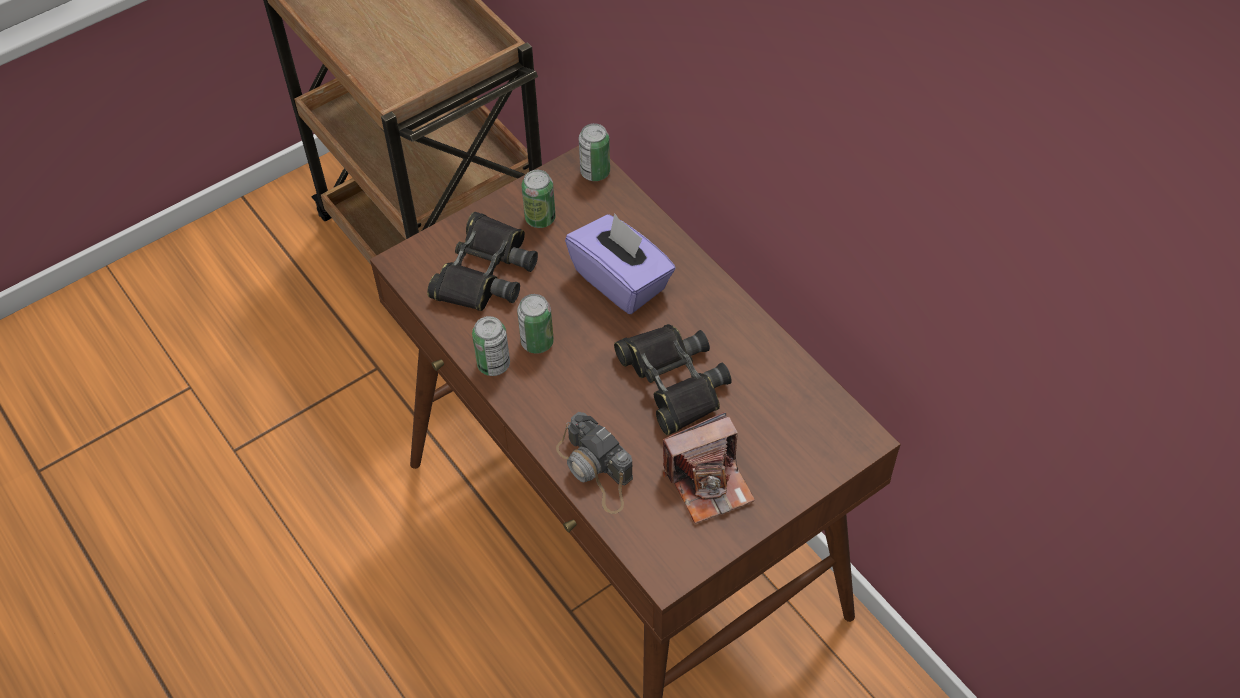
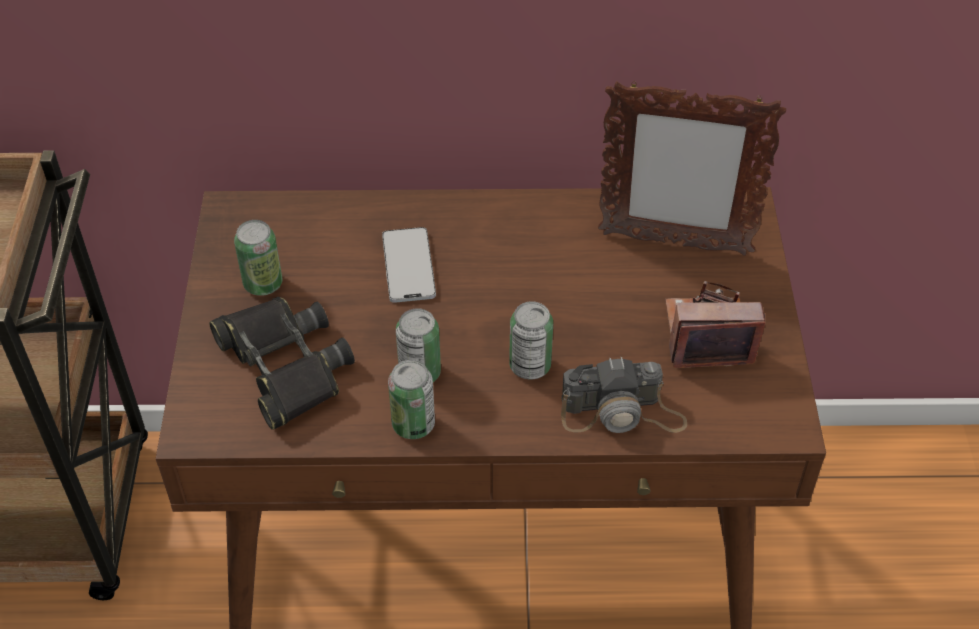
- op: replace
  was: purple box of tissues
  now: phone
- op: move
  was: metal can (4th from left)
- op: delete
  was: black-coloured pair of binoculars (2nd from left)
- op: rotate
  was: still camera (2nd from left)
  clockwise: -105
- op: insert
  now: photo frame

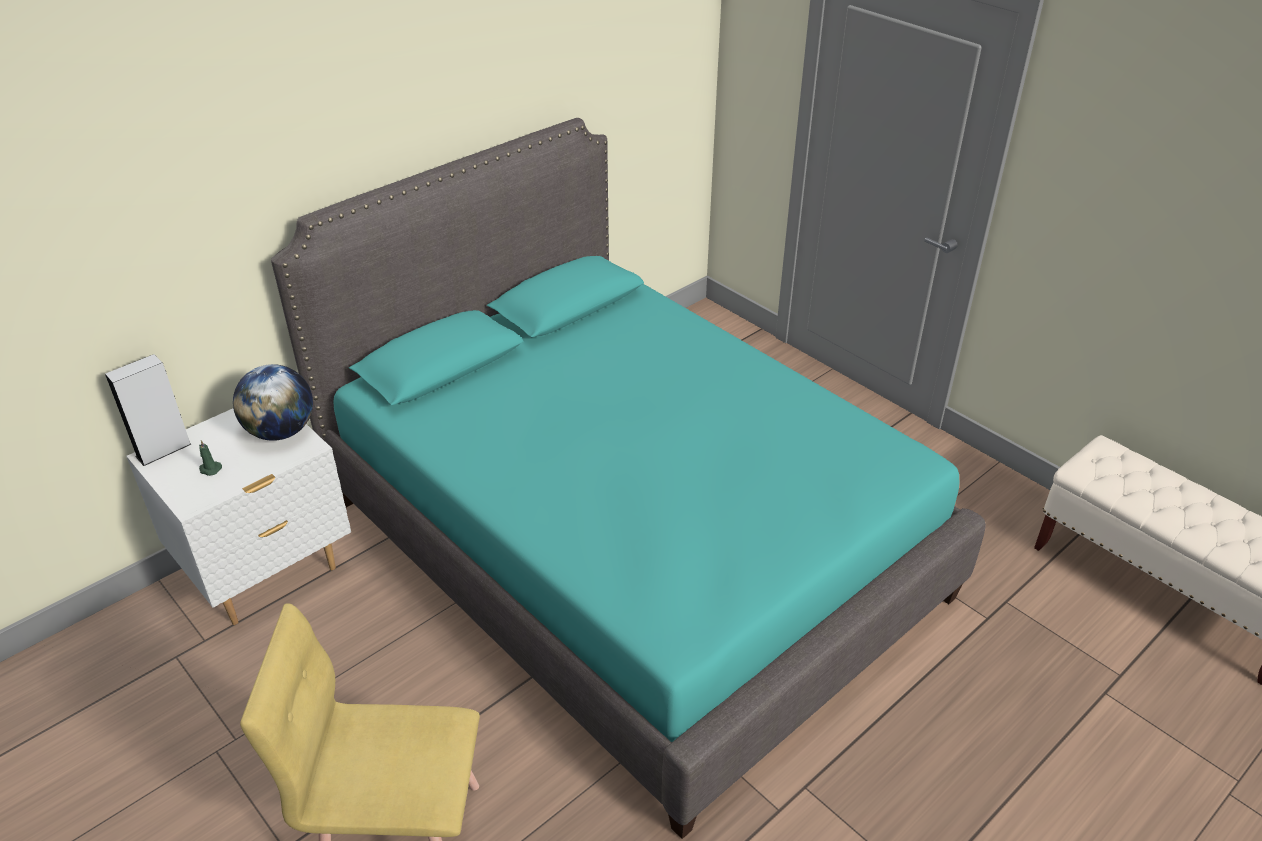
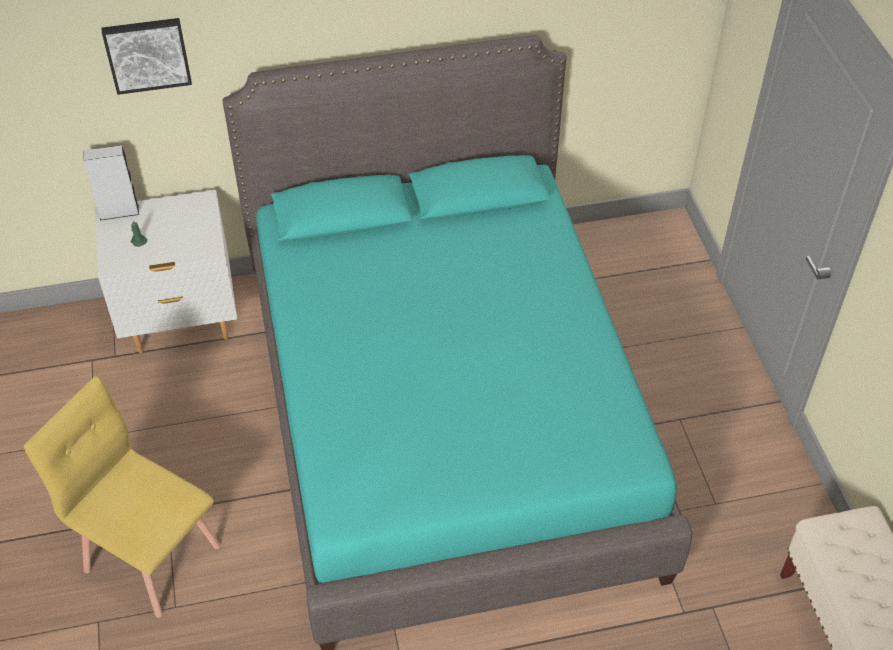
- op: delete
  was: world globe
- op: insert
  now: picture

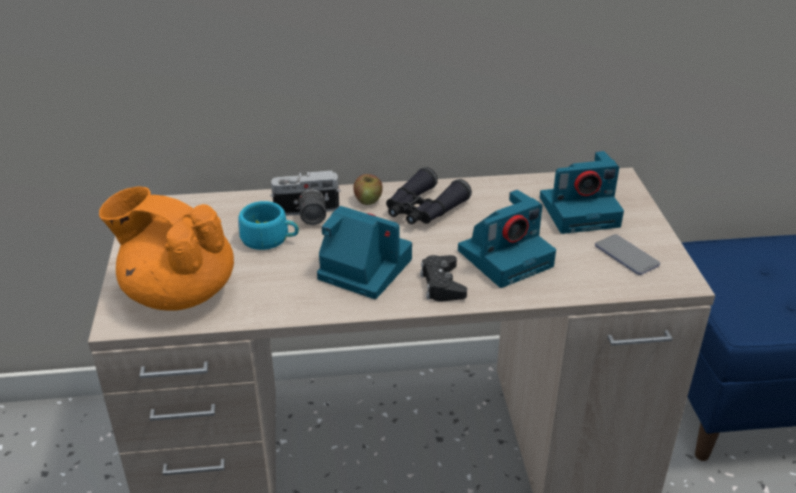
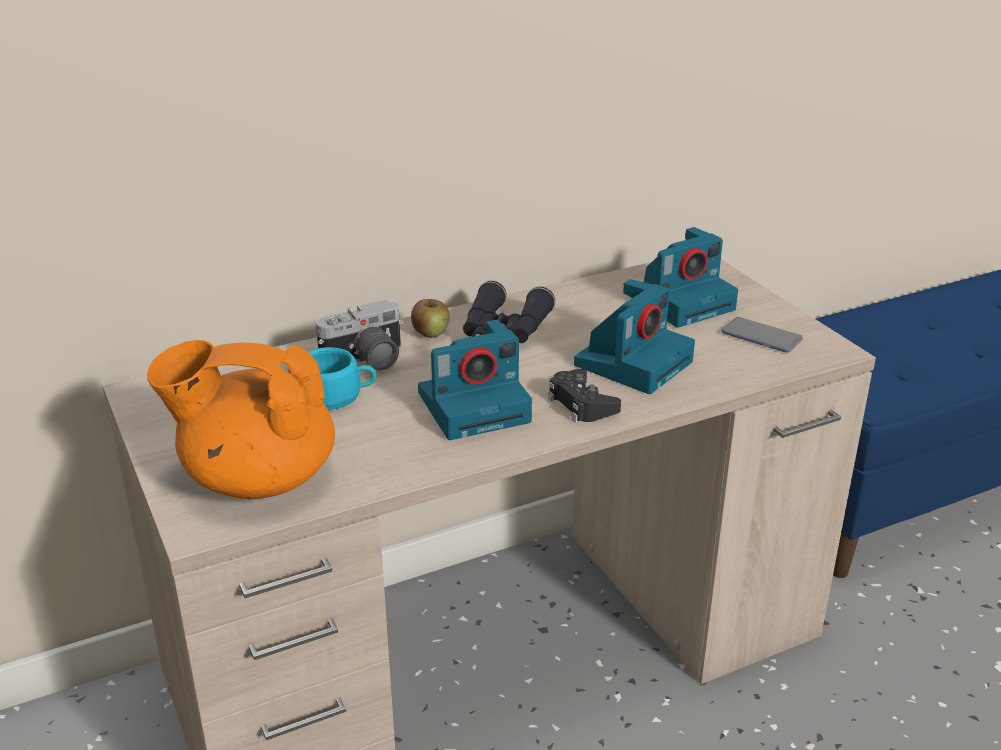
- op: rotate
  was: still camera (2nd from left)
  clockwise: 150

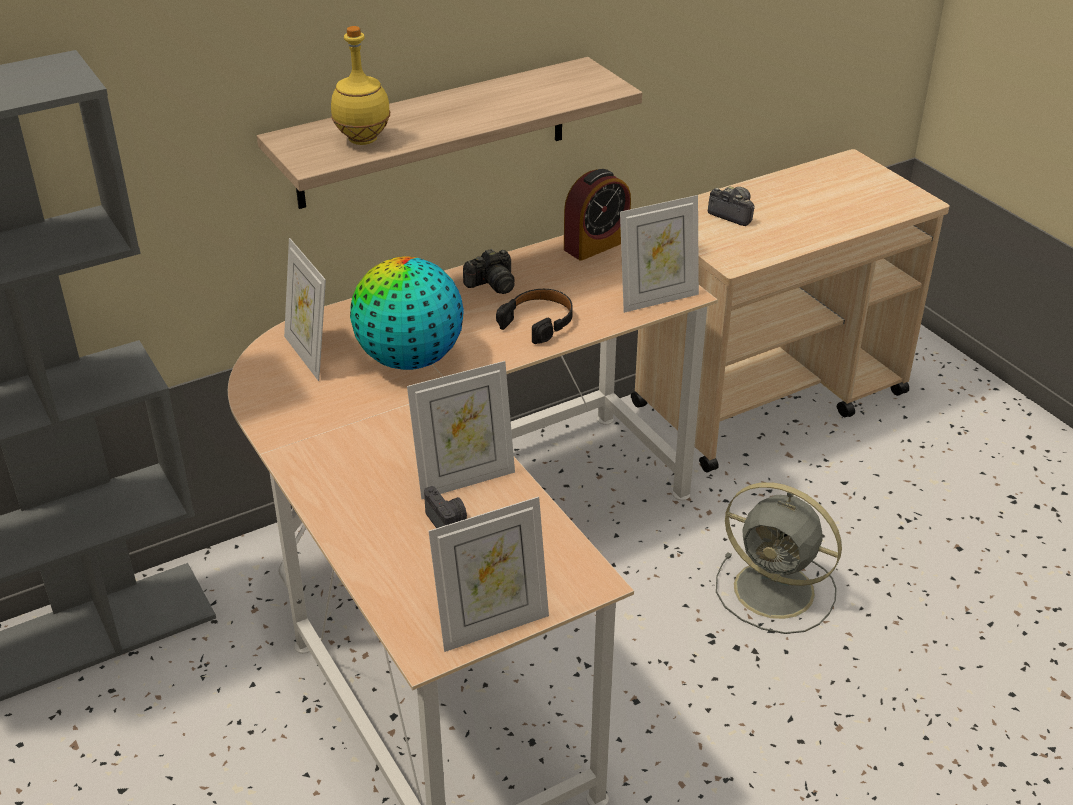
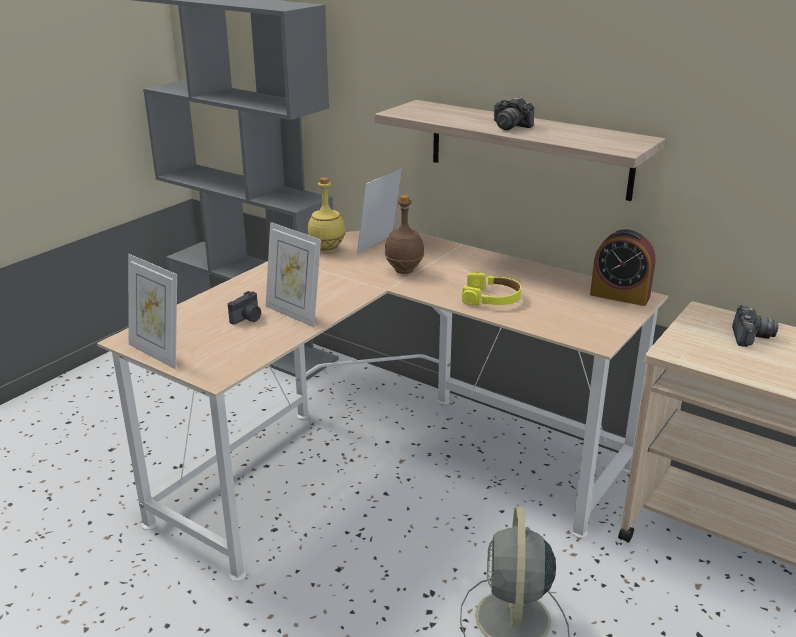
- op: move
  was: yellowish beverage bottle
- op: replace
  was: world globe
  now: brown-coloured beverage bottle
- op: move
  was: still camera (2nd from left)
- op: recolor
  was: black-coloured pair of headphones
  now: yellowish pair of headphones
- op: delete
  was: photo frame (4th from left)

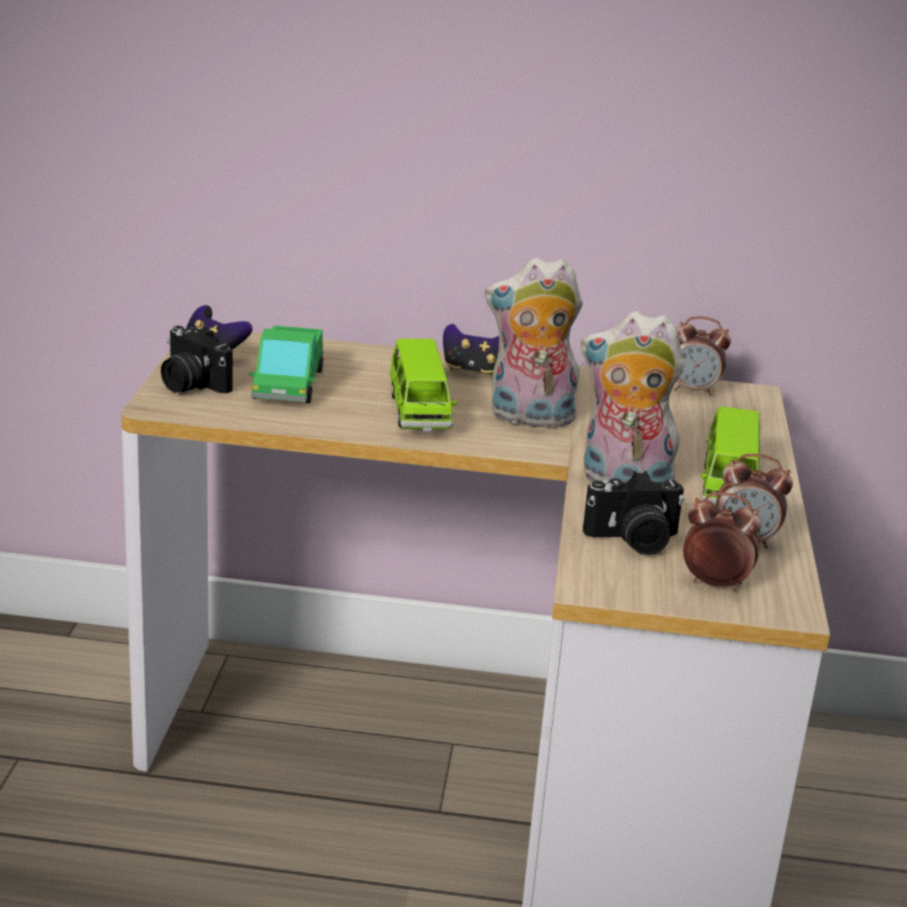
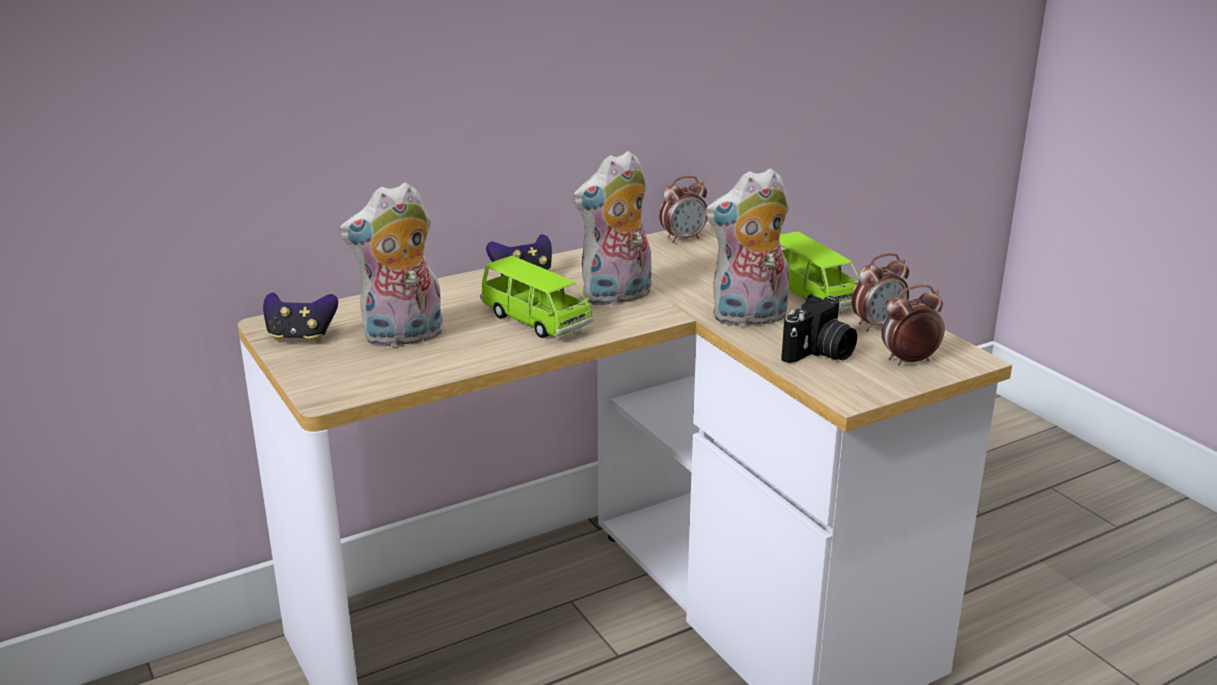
- op: delete
  was: still camera (1st from left)
- op: replace
  was: model truck
  now: plush toy (1st from left)

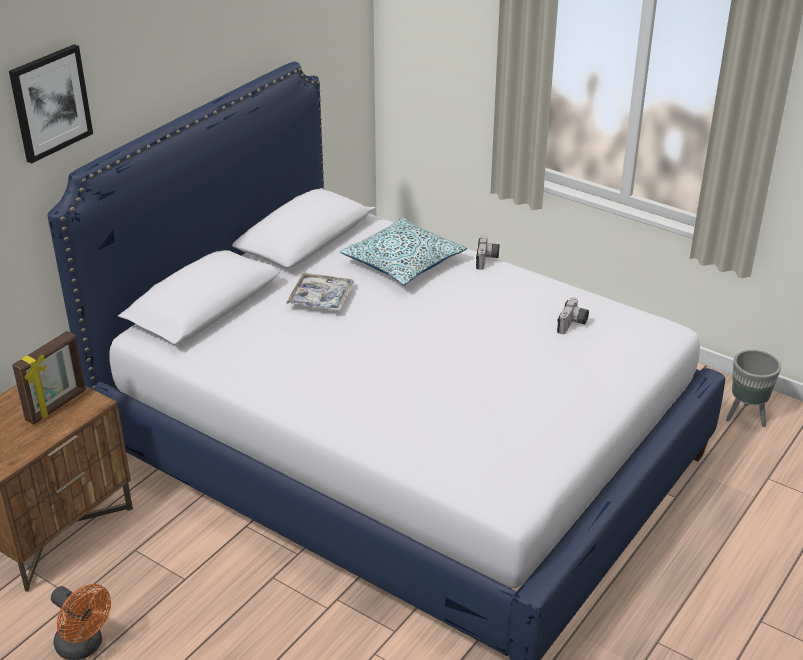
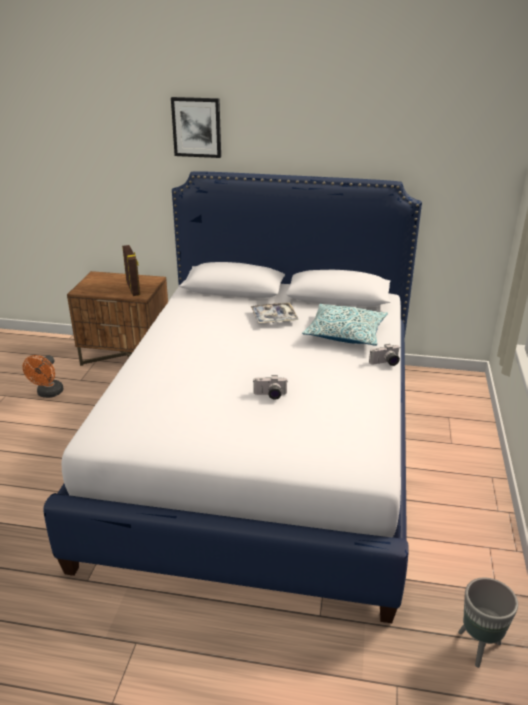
- op: rotate
  was: photo frame
  clockwise: -120
- op: move
  was: still camera (2nd from left in the first image)
  now: still camera (1st from left)

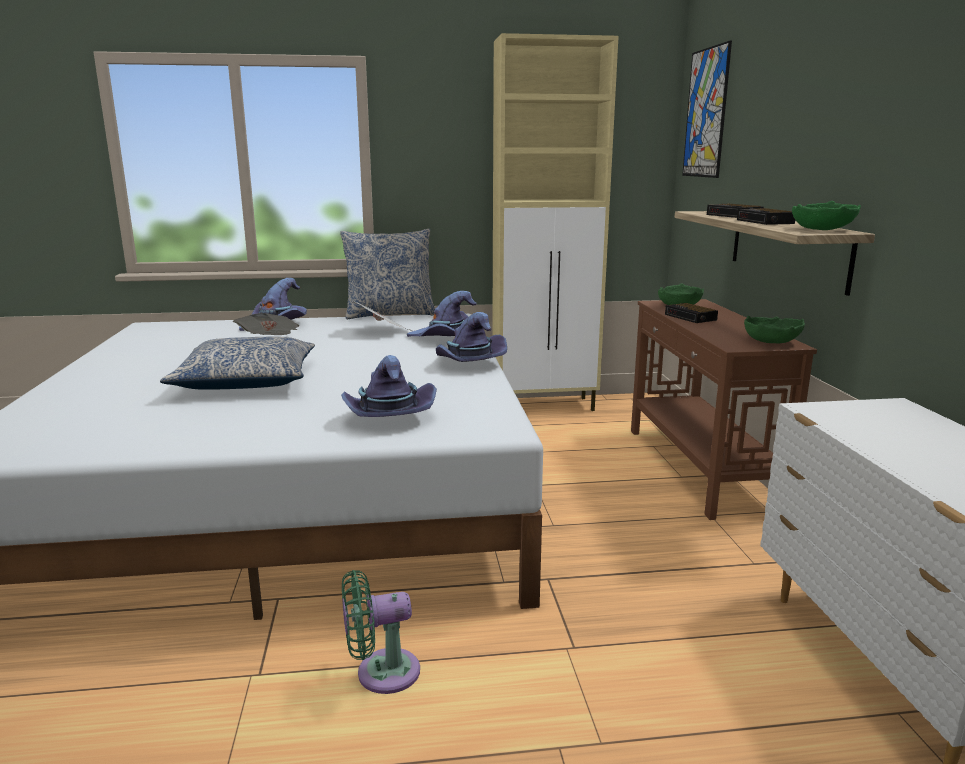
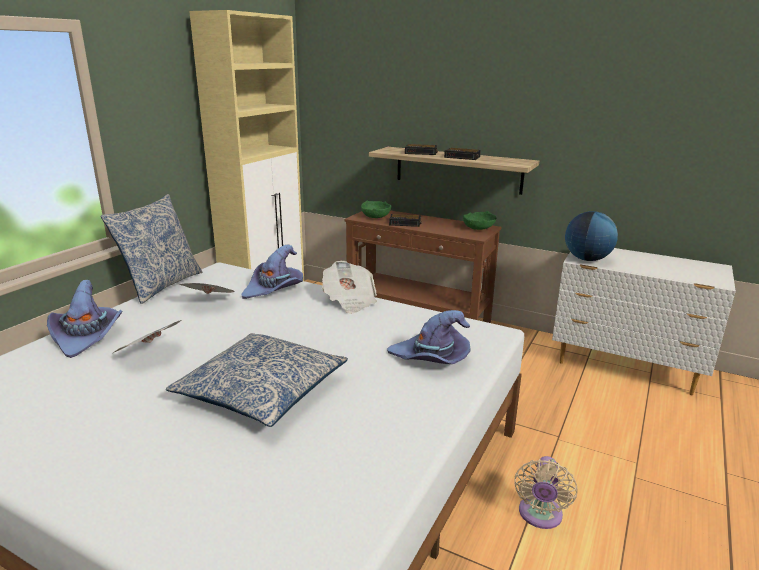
- op: recolor
  was: green fan
  now: beige fan
- op: replace
  was: purple clothing hat (4th from left)
  now: newspaper (3rd from left)
- op: delete
  was: picture
- op: delete
  was: green deep dish (3rd from left)
- op: insert
  now: world globe

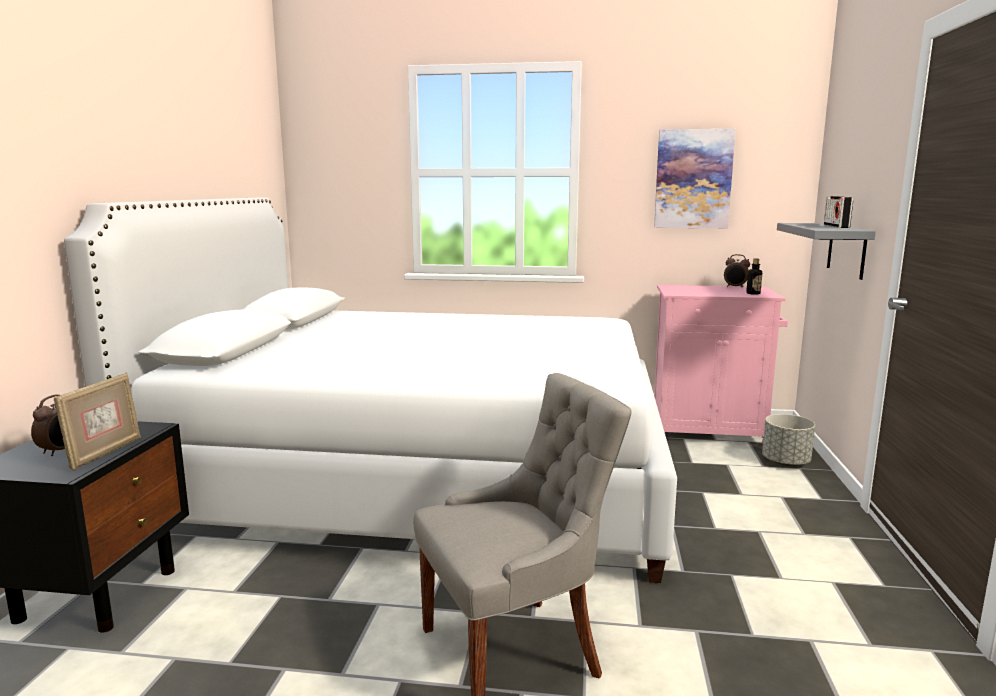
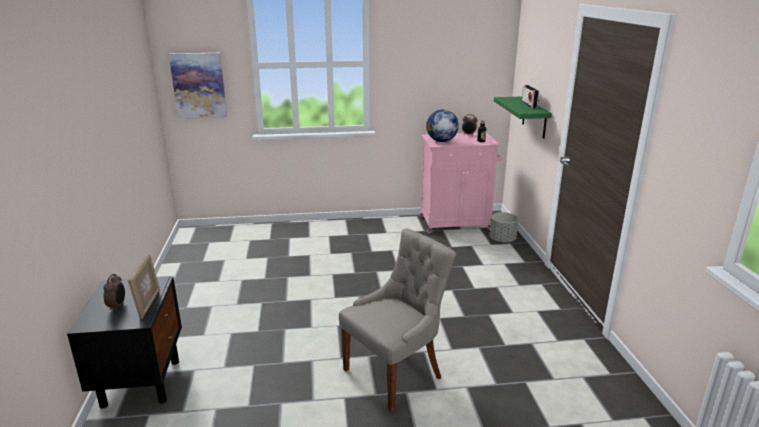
- op: delete
  was: whitish bedroom bed
- op: move
  was: picture
- op: recolor
  was: grey wall shelf
  now: green wall shelf
- op: insert
  now: world globe

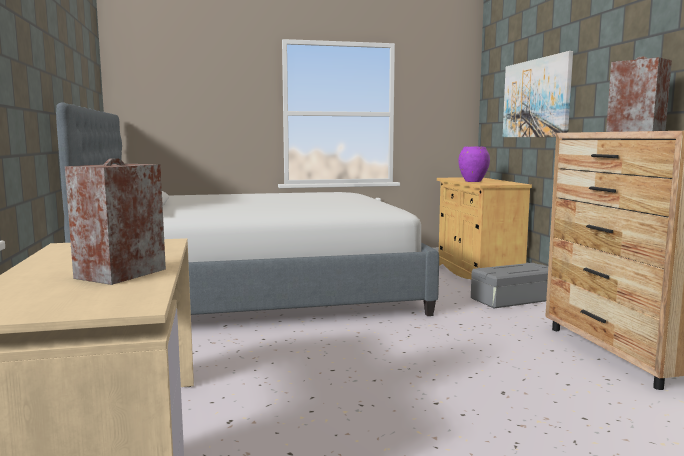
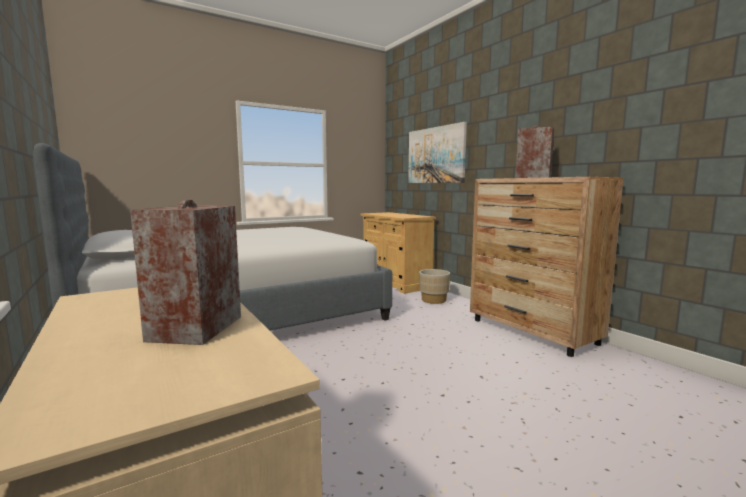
- op: delete
  was: purple decorative vase
- op: replace
  was: grey storage container
  now: beige plant pot

